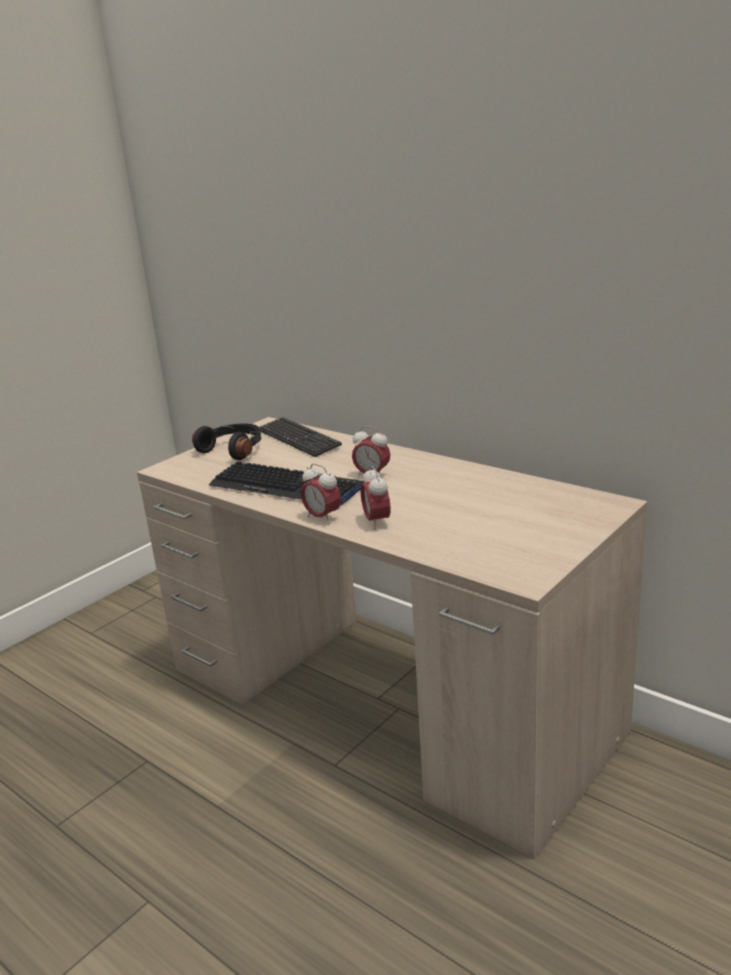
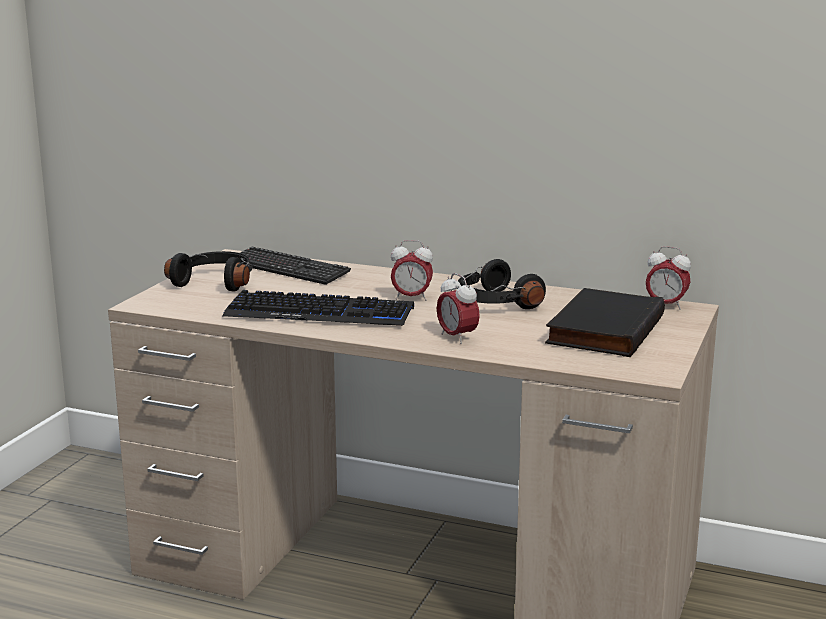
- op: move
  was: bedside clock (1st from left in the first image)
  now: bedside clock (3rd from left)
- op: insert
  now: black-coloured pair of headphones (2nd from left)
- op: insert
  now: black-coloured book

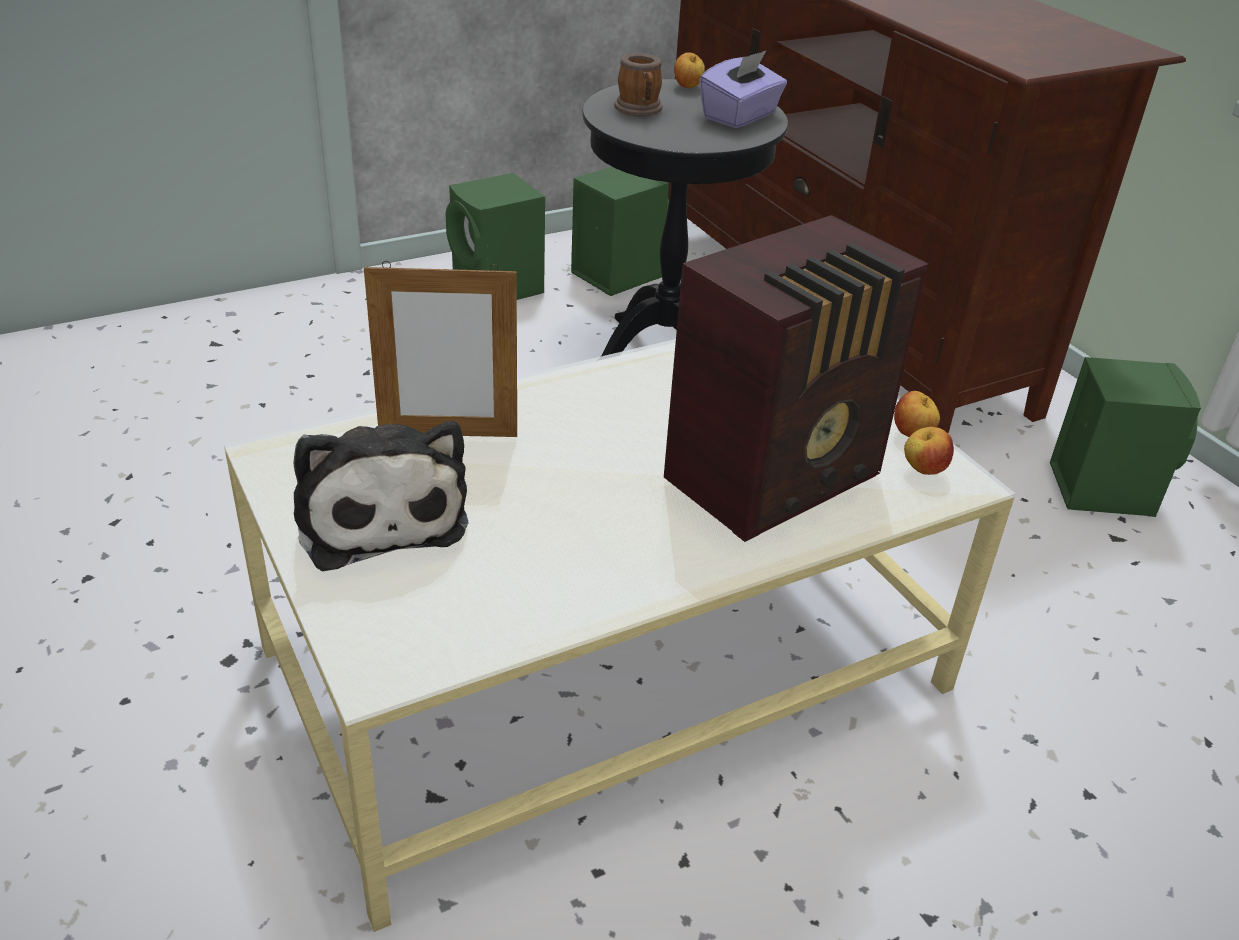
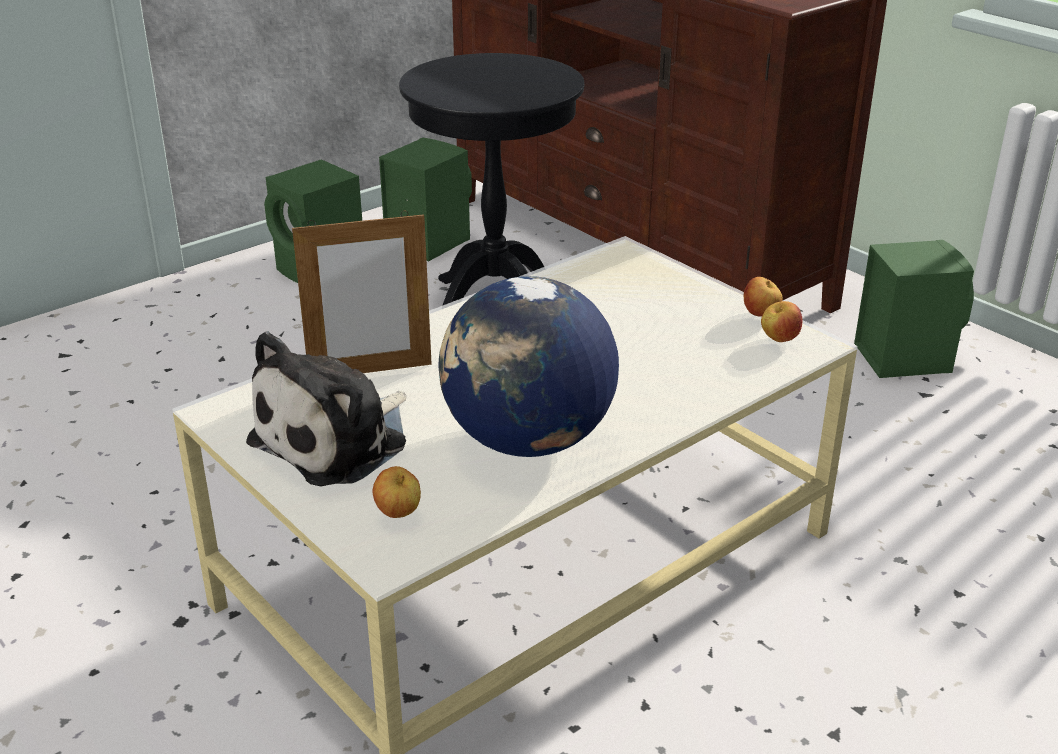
- op: rotate
  was: plush toy
  clockwise: 75
- op: delete
  was: mug
- op: delete
  was: radio
- op: move
  was: whole apple (1st from left)
- op: delete
  was: purple box of tissues
- op: insert
  now: world globe

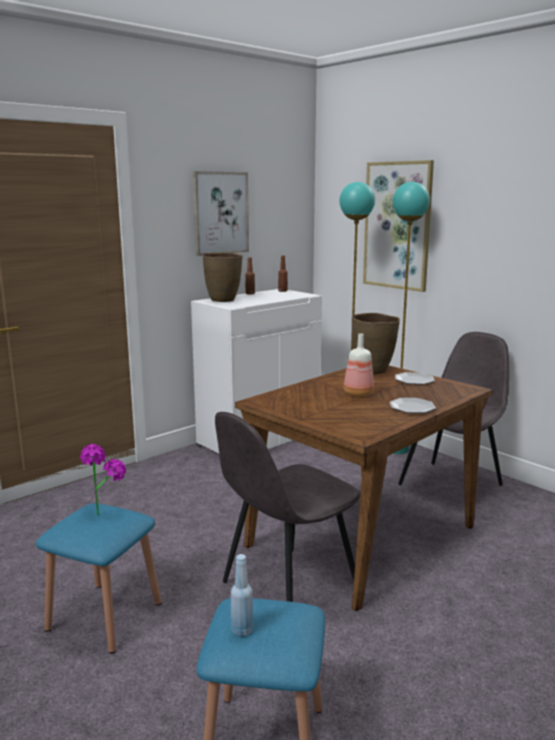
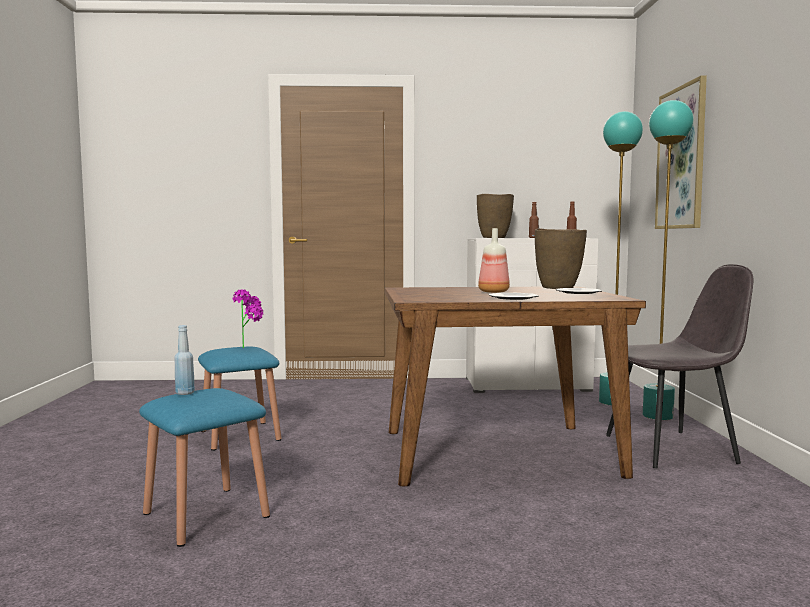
- op: delete
  was: picture (1st from left)
- op: delete
  was: grey chair (1st from left)

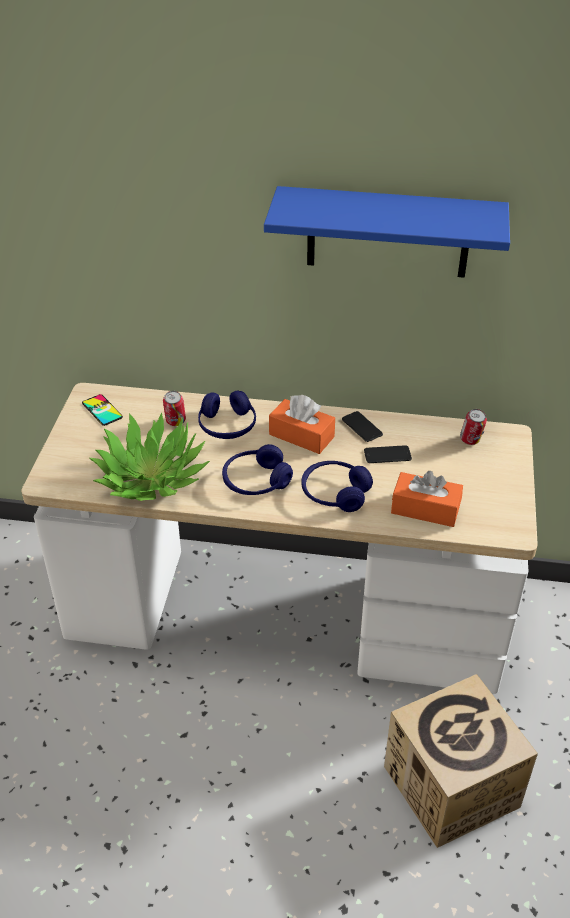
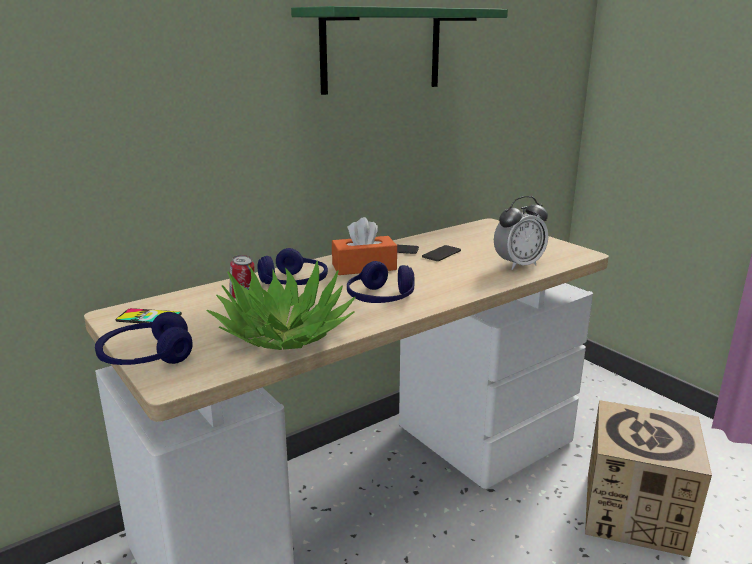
- op: recolor
  was: bluish wall shelf
  now: green wall shelf
- op: move
  was: bluish pair of headphones (3rd from left in the first image)
  now: bluish pair of headphones (1st from left)
- op: replace
  was: orangey box of tissues (2nd from left)
  now: bedside clock
- op: delete
  was: metal can (2nd from left)

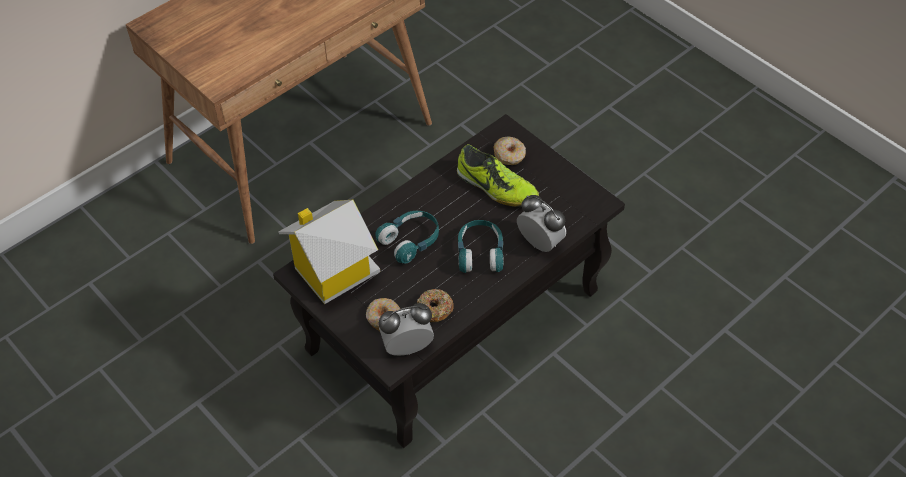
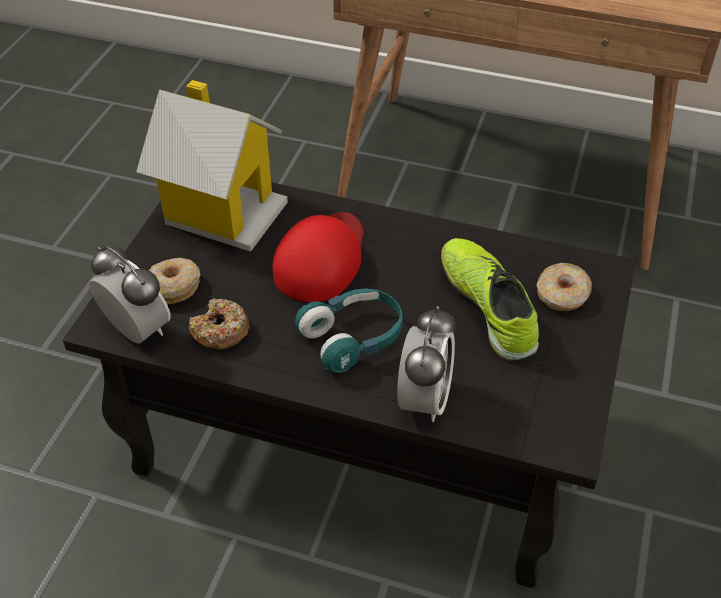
- op: replace
  was: blue-green pair of headphones (1st from left)
  now: red-coloured baseball cap
- op: rotate
  was: shoe
  clockwise: 150

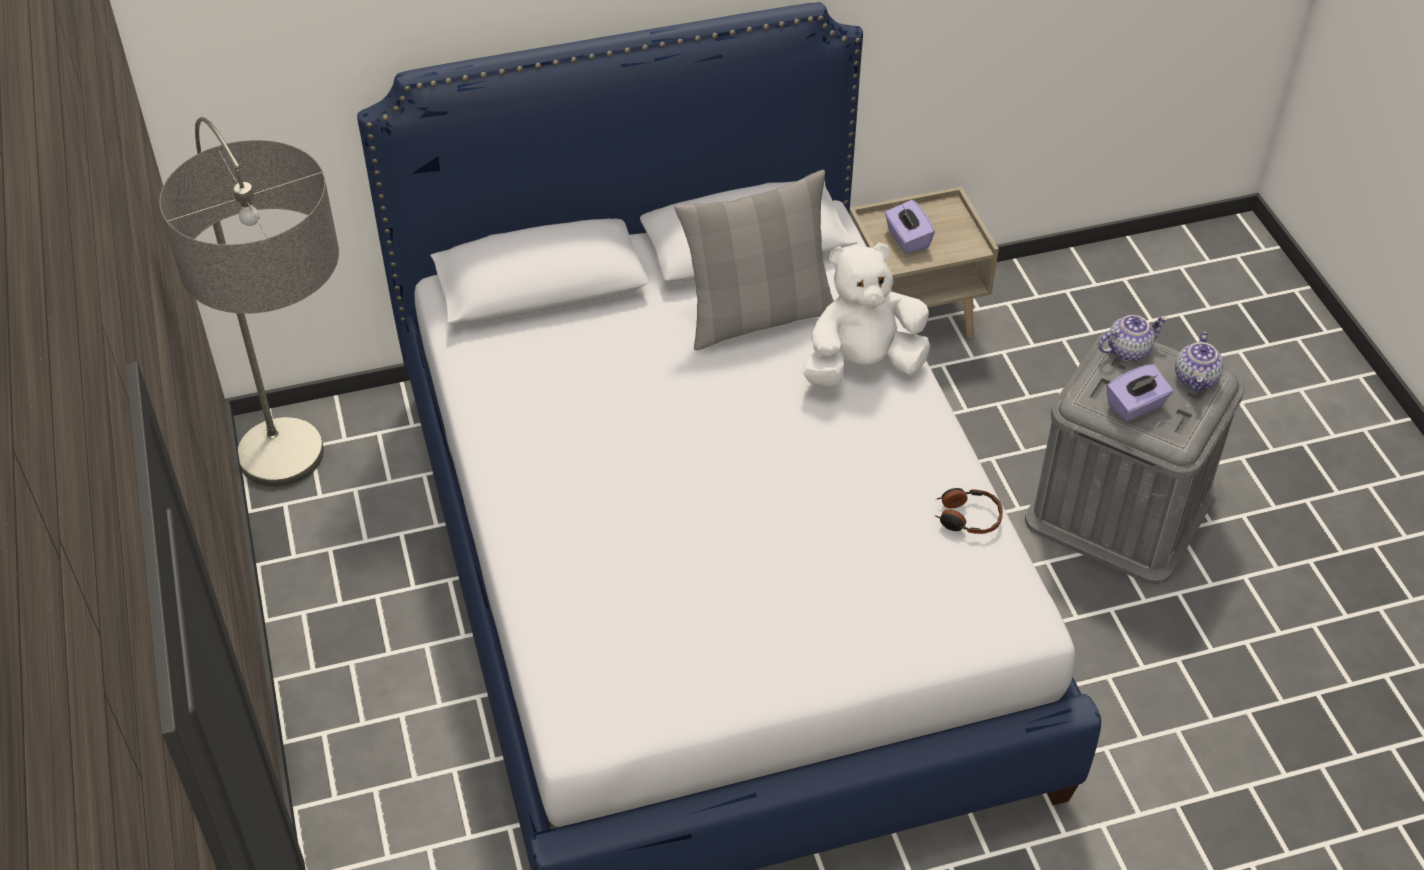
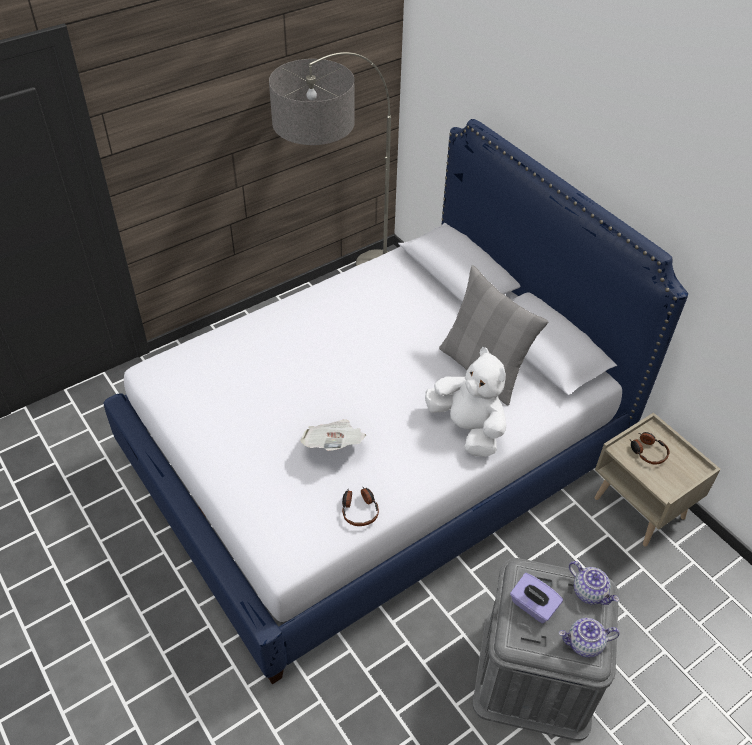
- op: replace
  was: purple box of tissues (1st from left)
  now: pair of headphones (2nd from left)
- op: insert
  now: newspaper

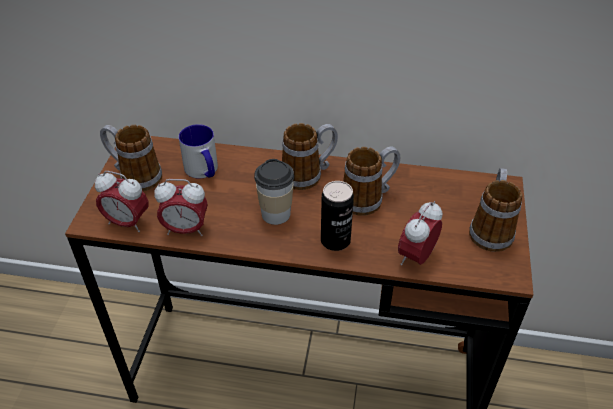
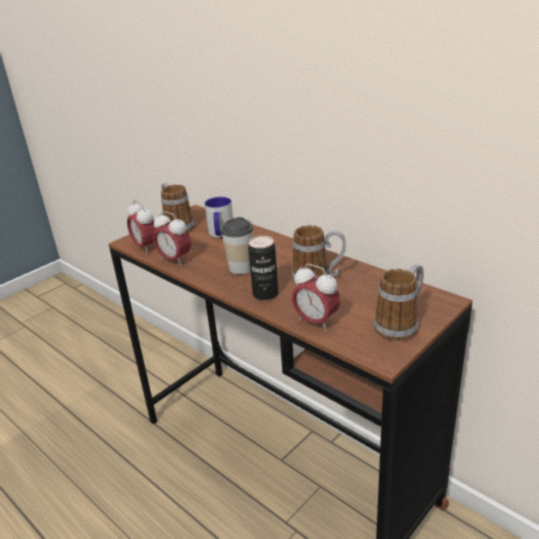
- op: delete
  was: mug (3rd from left)
- op: rotate
  was: bedside clock (3rd from left)
  clockwise: -120

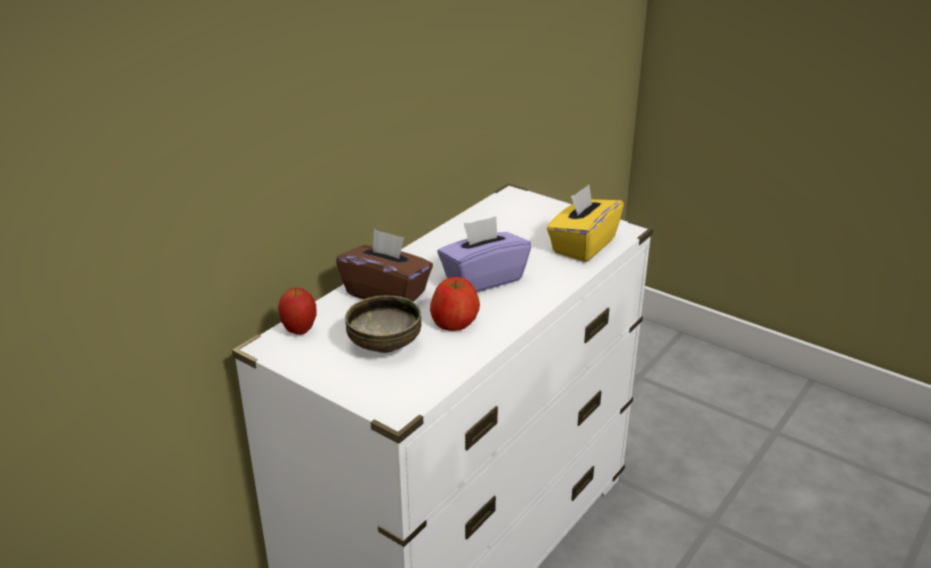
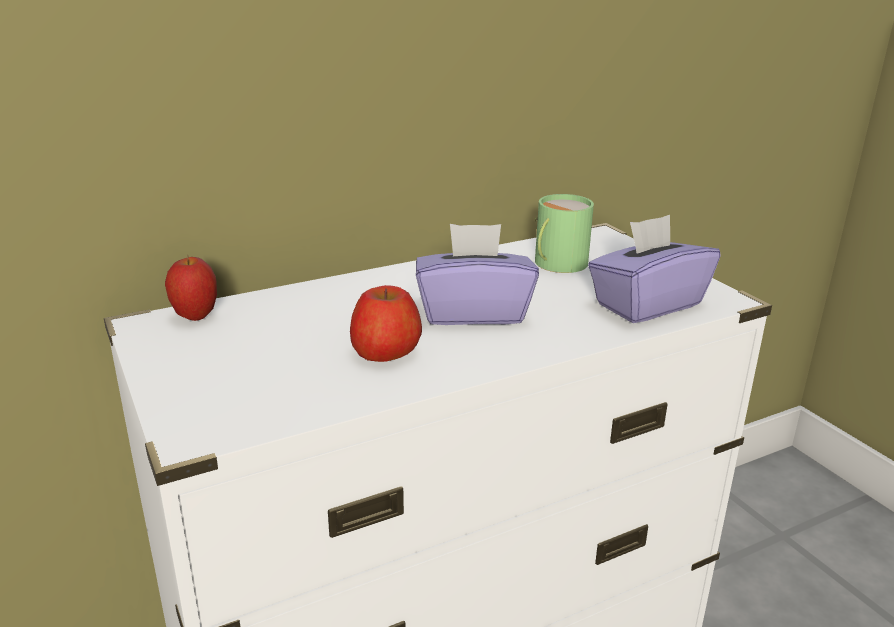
- op: delete
  was: brown-coloured box of tissues
- op: delete
  was: deep dish
- op: recolor
  was: yellowish box of tissues
  now: purple box of tissues (2nd from left)
- op: insert
  now: green mug

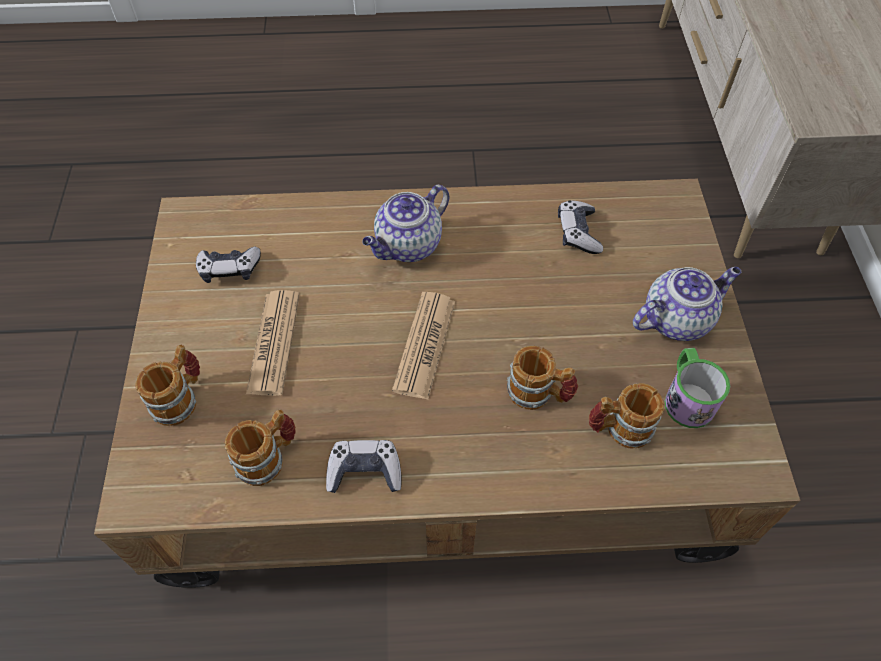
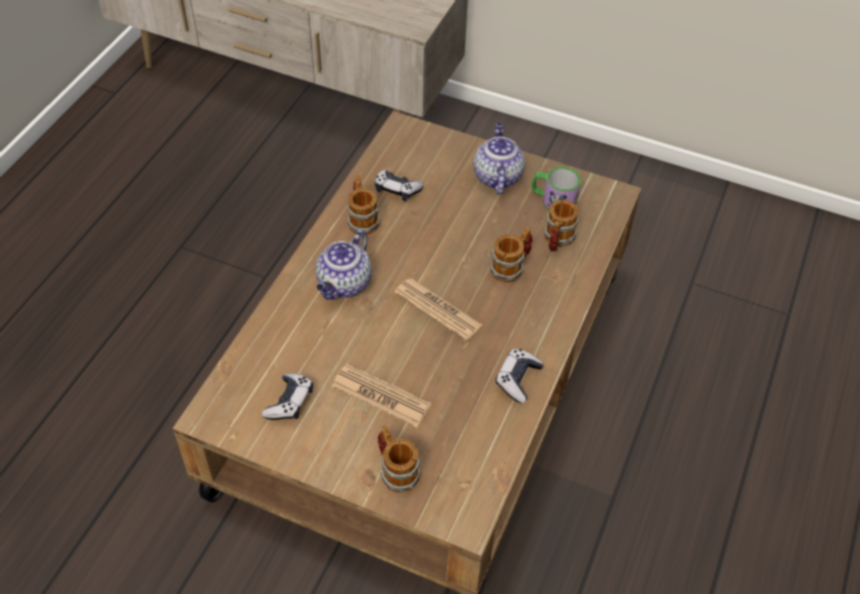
- op: move
  was: mug (2nd from left in the first image)
  now: mug (1st from left)
- op: rotate
  was: tea pot (1st from left)
  clockwise: 45

